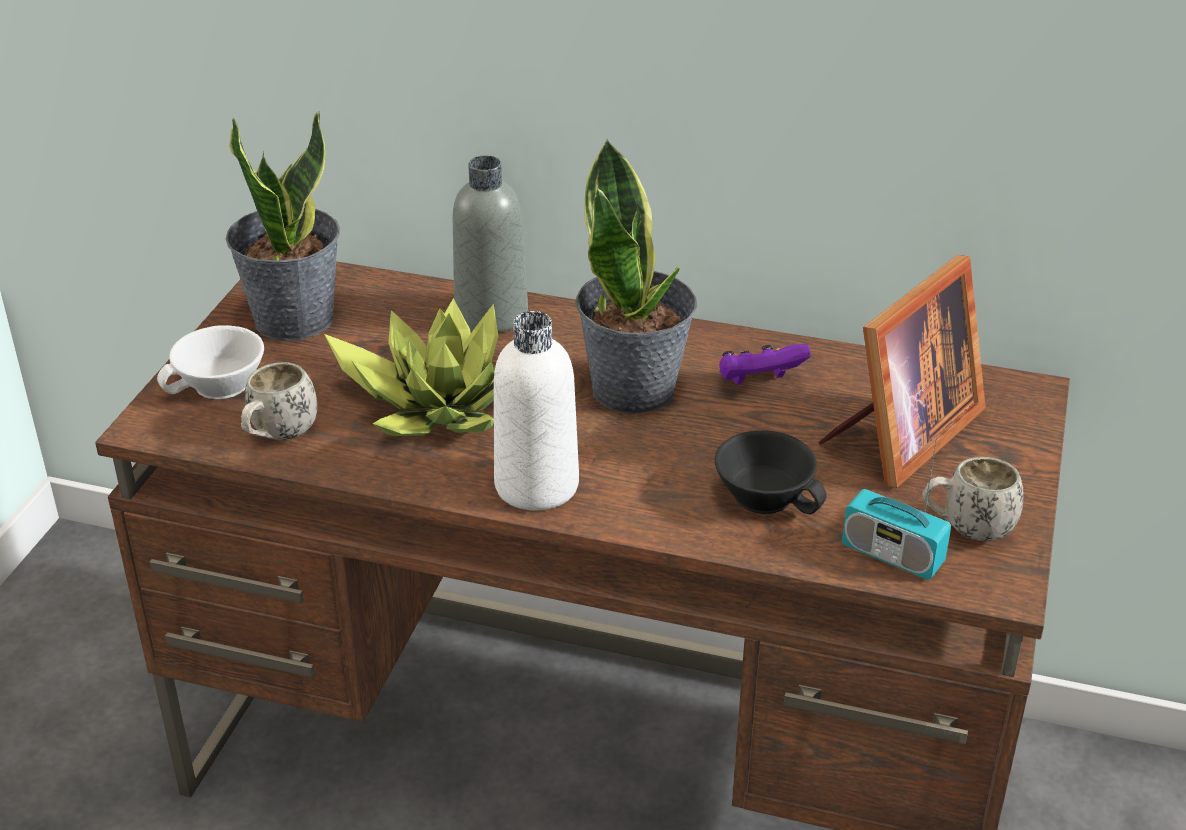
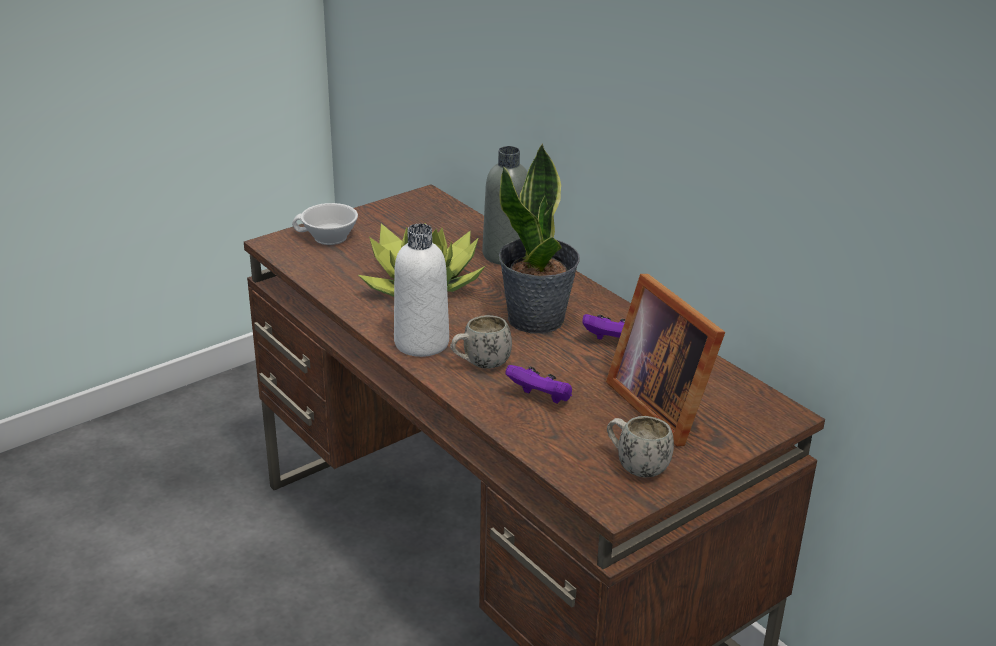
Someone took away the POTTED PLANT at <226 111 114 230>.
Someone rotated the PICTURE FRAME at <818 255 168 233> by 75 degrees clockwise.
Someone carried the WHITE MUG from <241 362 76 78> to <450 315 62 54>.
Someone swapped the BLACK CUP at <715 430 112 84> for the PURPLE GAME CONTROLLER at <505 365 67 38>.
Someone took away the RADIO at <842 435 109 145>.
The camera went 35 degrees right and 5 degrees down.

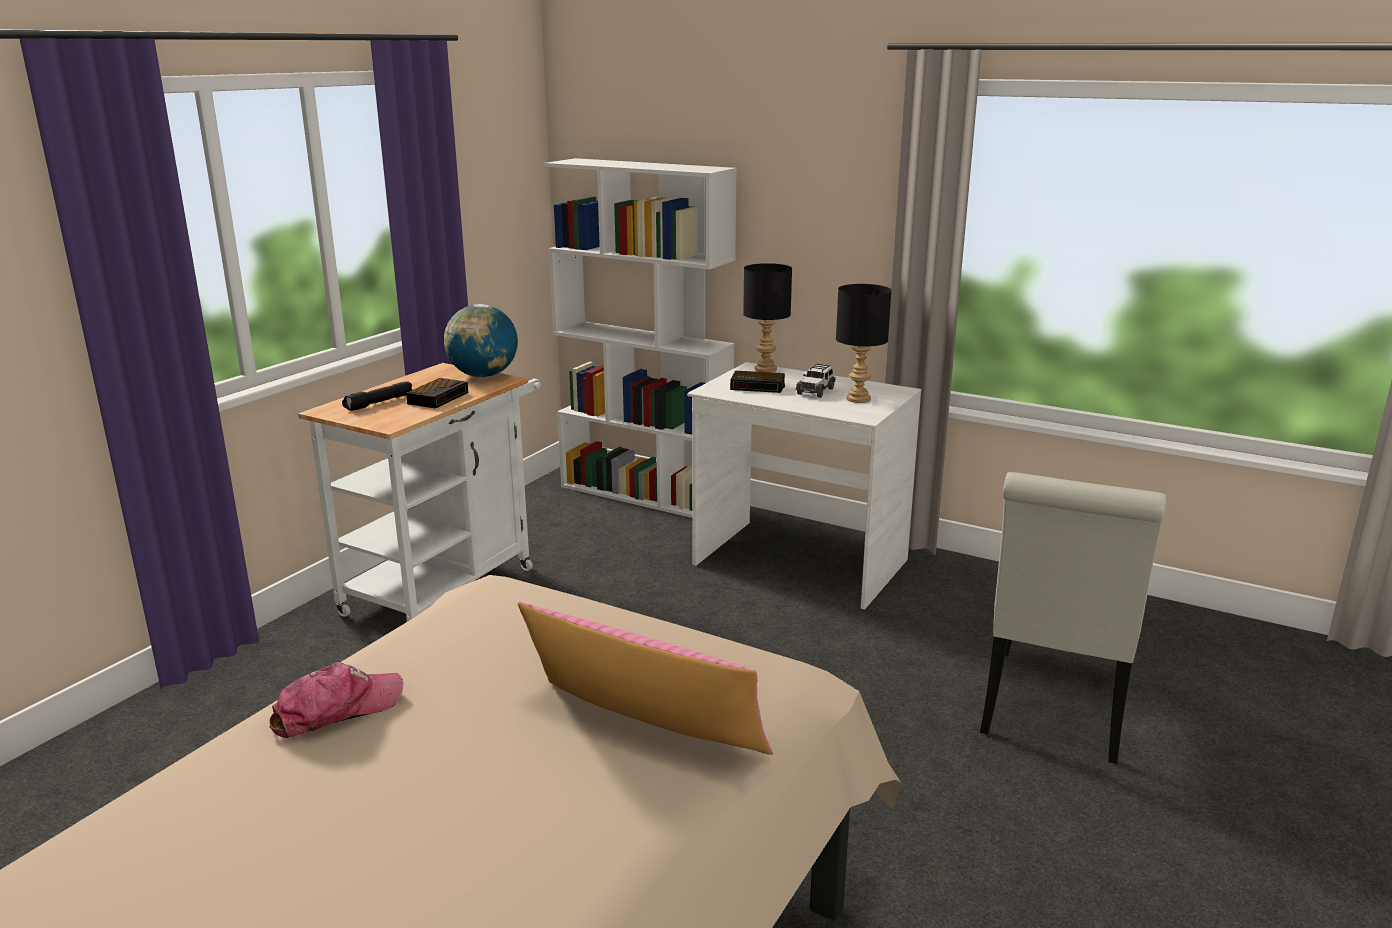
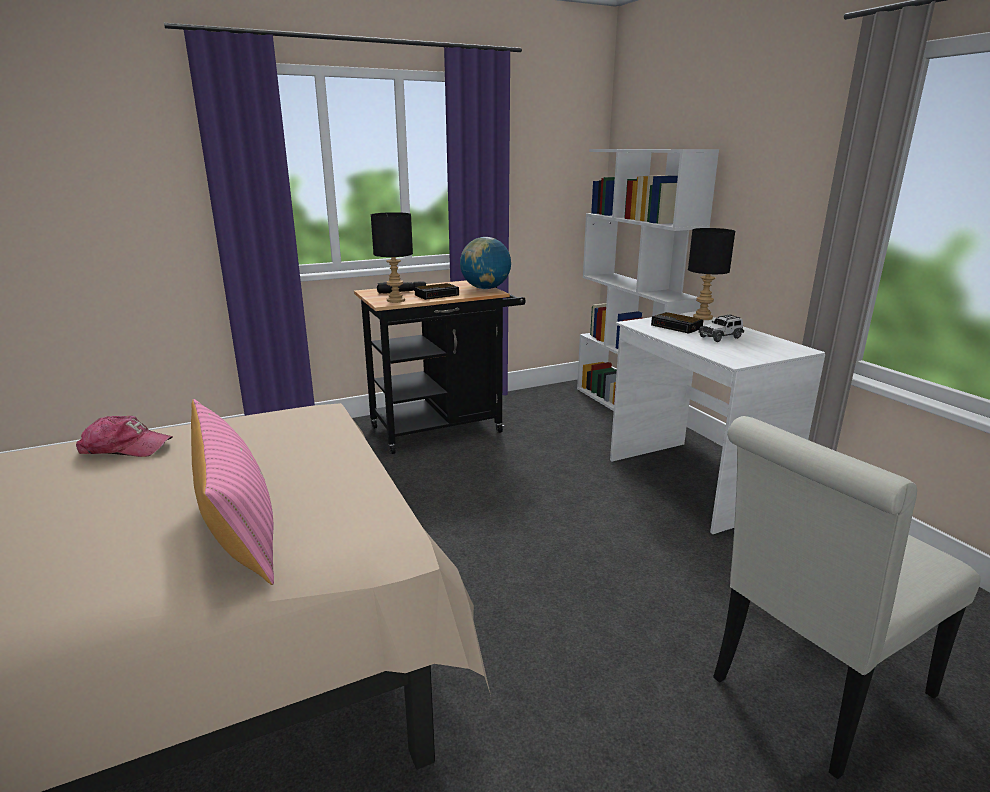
Someone carried the BLACK TABLE LAMP from <836 284 56 119> to <371 212 42 91>.
Someone repainted the WHITE CART at <298 363 243 259>, which became the BLACK CART at <354 280 172 174>.
The camera went 35 degrees right and 0 degrees up.

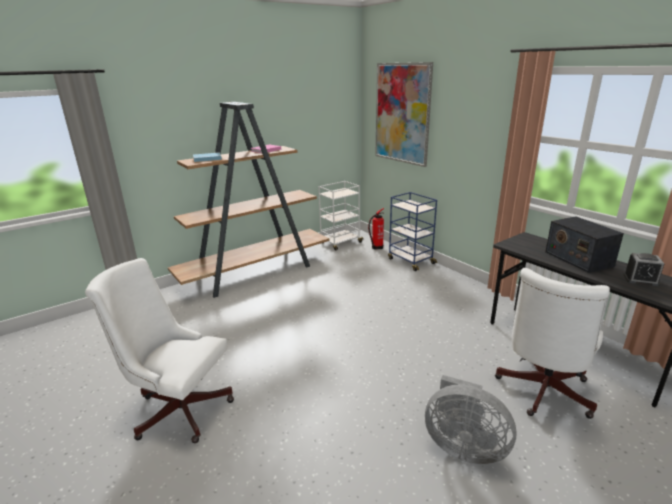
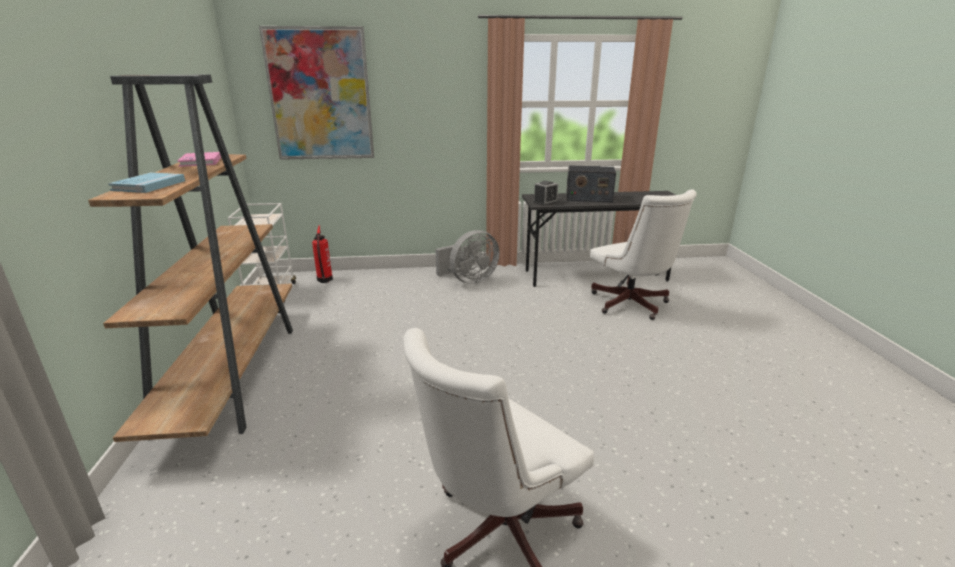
Someone took away the BLUE CART at <388 192 49 79>.
Someone carried the ALARM CLOCK from <623 253 41 33> to <533 181 25 25>.
Someone carried the GREY FAN from <425 375 92 90> to <435 230 65 54>.
The camera went 60 degrees left and 0 degrees up.

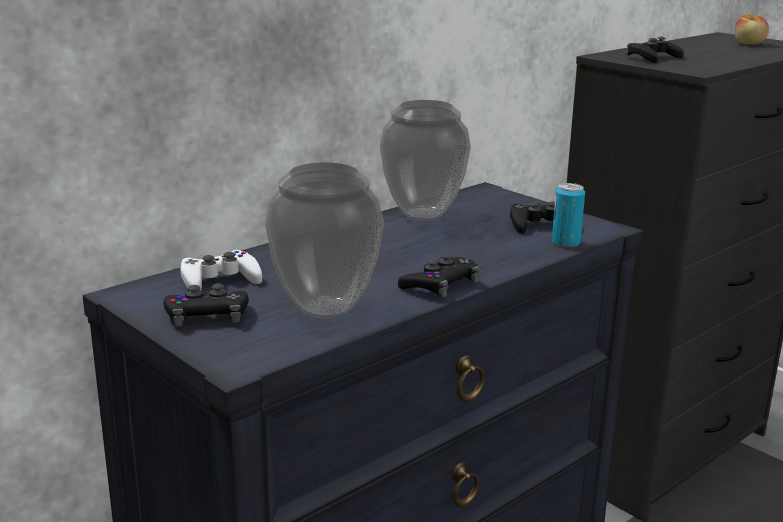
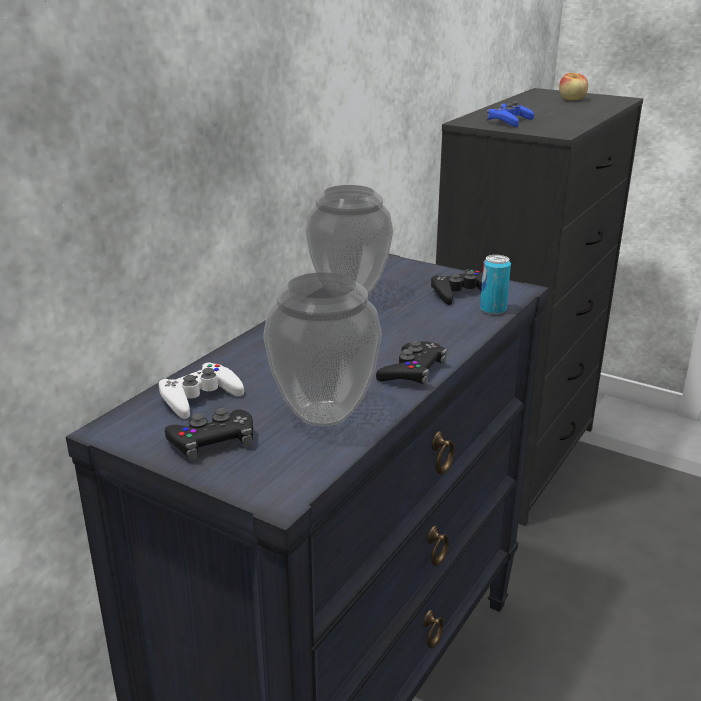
Someone repainted the BLACK GAME CONTROLLER at <627 37 57 26>, which became the BLUE GAME CONTROLLER at <487 101 47 26>.
The camera went 15 degrees left and 5 degrees up.

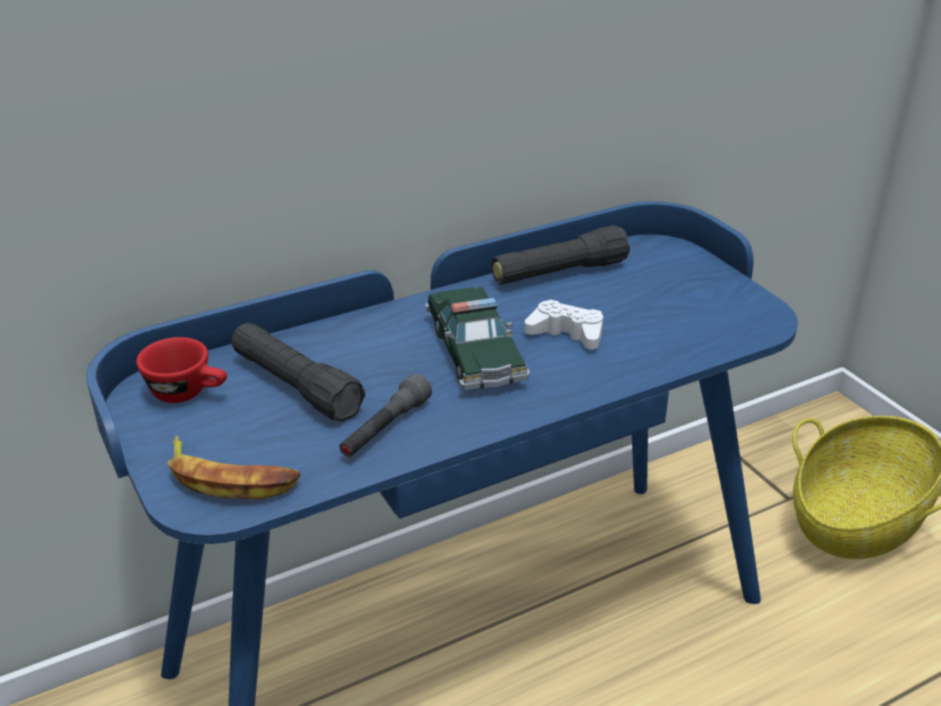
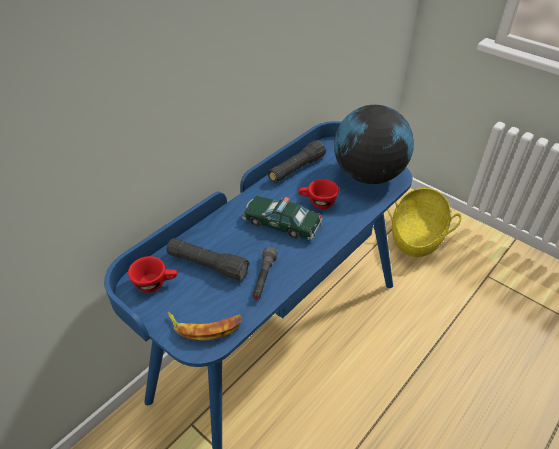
Someone rotated the TOY CAR at <425 287 105 103> by 150 degrees clockwise.
Someone swapped the WHITE GAME CONTROLLER at <524 299 79 50> for the RED CUP at <298 179 41 30>.
Someone put down the GLOBE at <334 105 80 79>.
The camera went 20 degrees left and 10 degrees up.

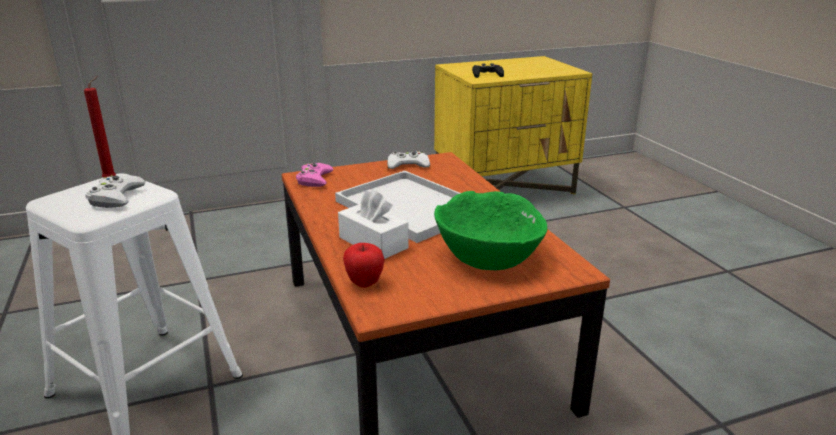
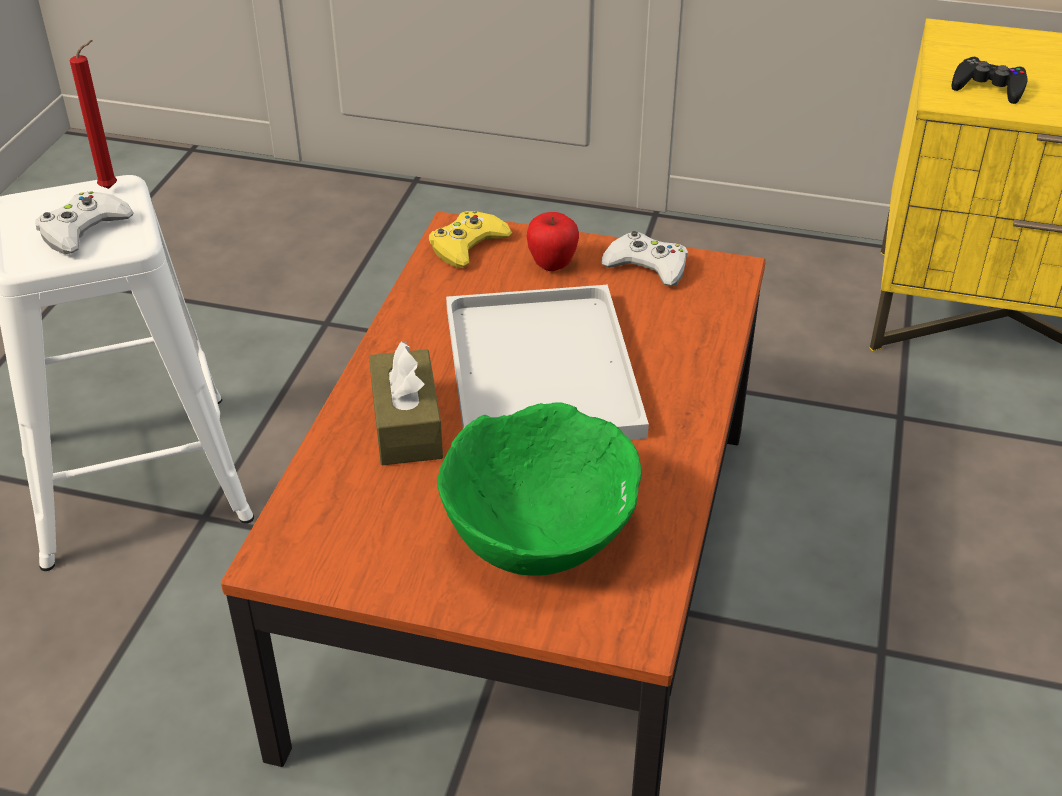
Someone repainted the PINK GAME CONTROLLER at <296 163 37 24>, which became the YELLOW GAME CONTROLLER at <429 211 83 57>.
Someone repainted the WHITE TISSUE BOX at <338 190 71 69>, which became the BROWN TISSUE BOX at <369 341 74 124>.
Someone carried the APPLE from <343 243 42 45> to <526 212 53 59>.
The camera went 35 degrees right and 15 degrees up.

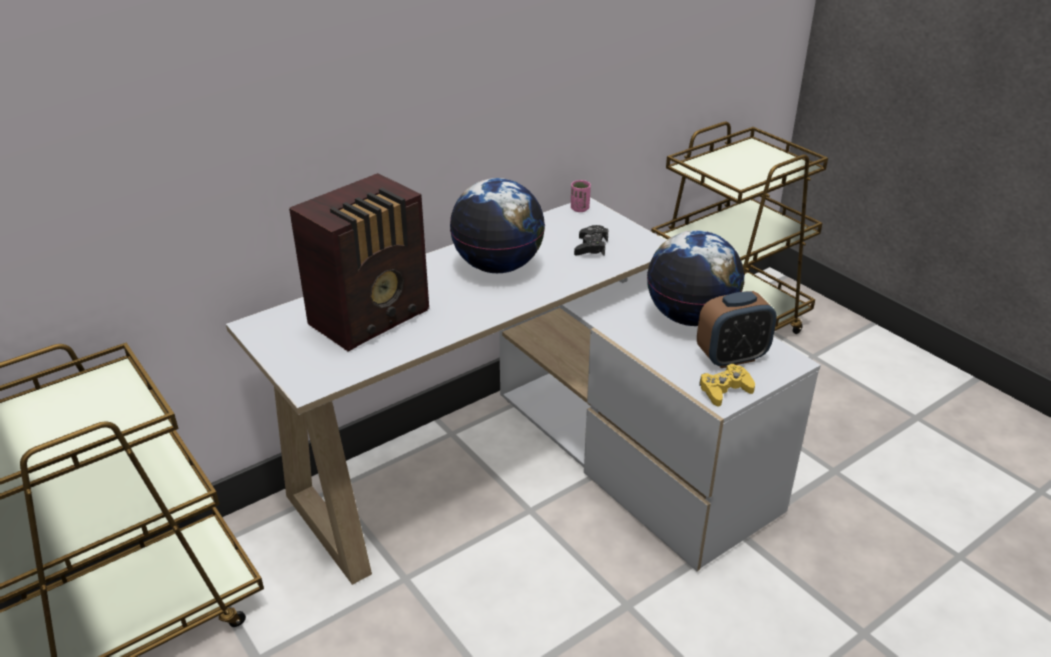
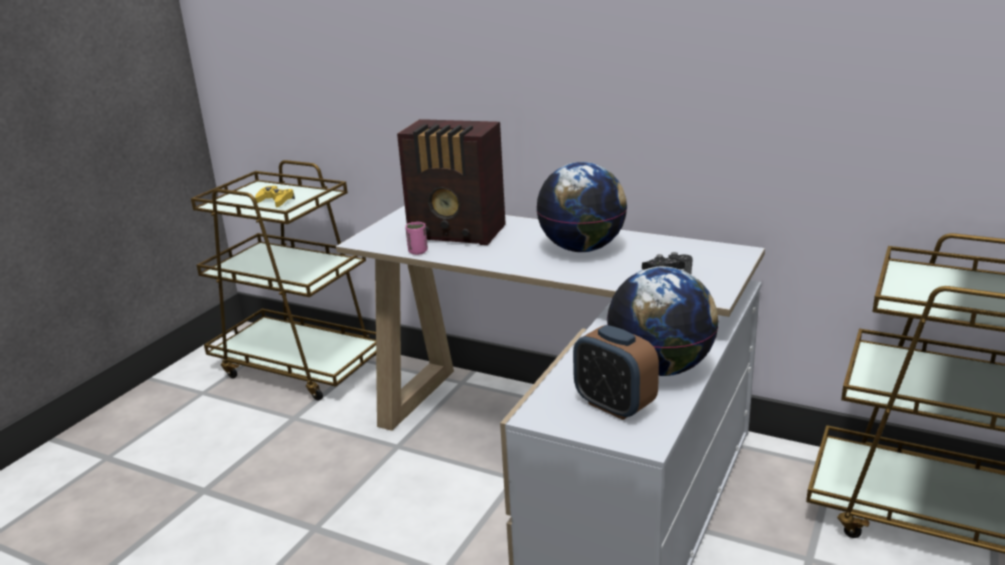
Someone carried the PINK CUP from <571 180 20 32> to <405 222 23 33>.
Someone carried the YELLOW GAME CONTROLLER from <699 364 56 43> to <255 186 40 21>.
The camera went 65 degrees right and 10 degrees down.

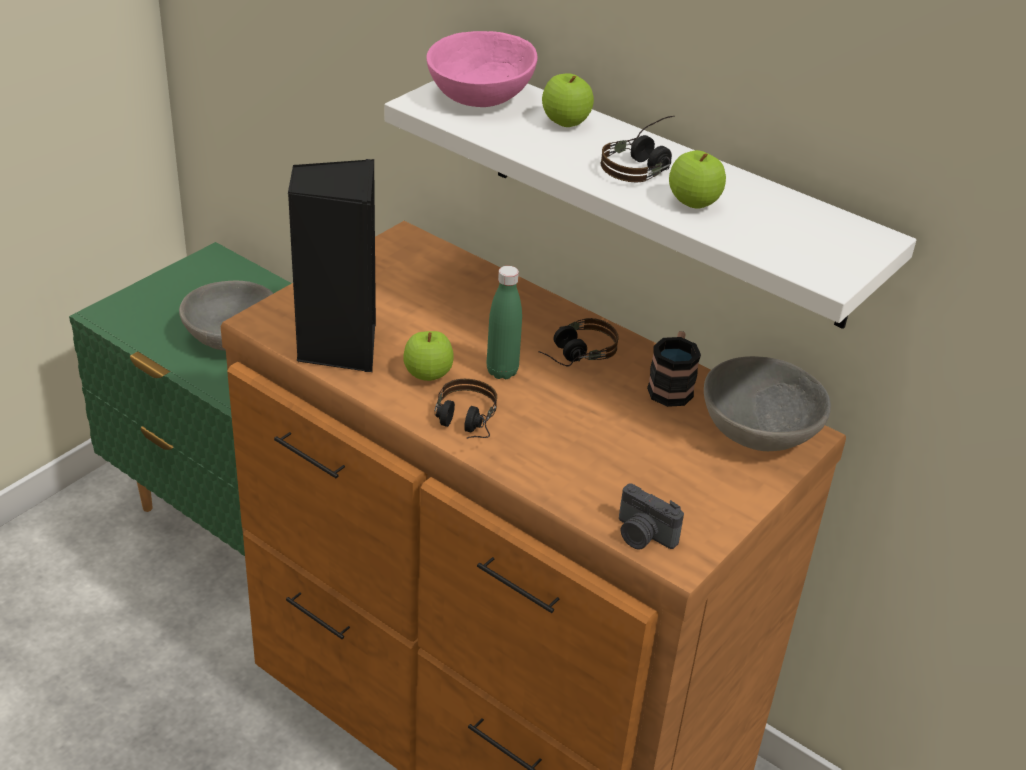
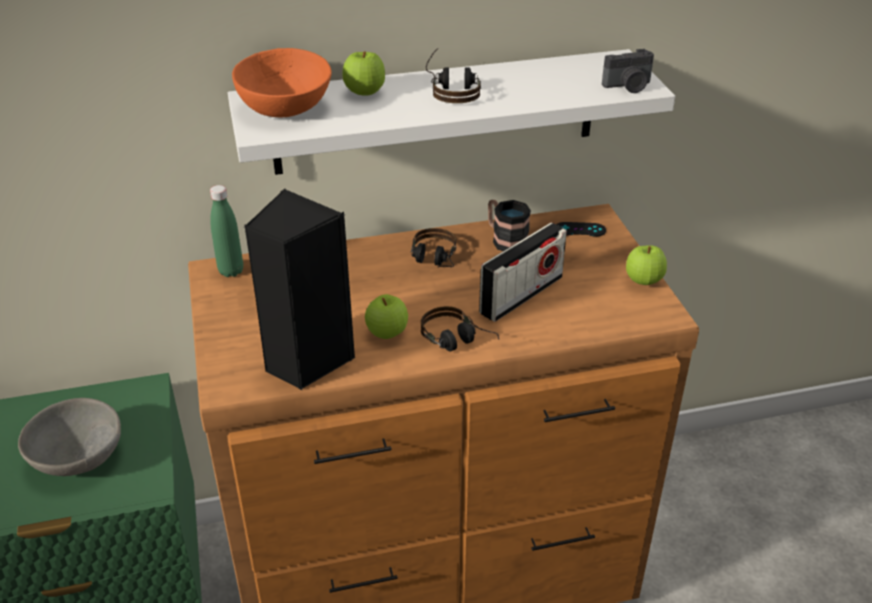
Someone repainted the PINK BOWL at <426 31 112 76>, which became the ORANGE BOWL at <232 48 100 69>.
Someone carried the APPLE from <669 150 57 59> to <626 246 41 39>.
Someone carried the GREEN BOTTLE from <487 266 35 113> to <210 185 33 92>.
Someone swapped the GREY BOWL at <704 356 127 95> for the BLACK GAME CONTROLLER at <556 222 50 15>.
Someone carried the PHOTO CAMERA from <619 484 65 66> to <602 49 52 44>.
Someone put down the RADIO at <479 223 88 99>.
The camera went 50 degrees left and 0 degrees up.

